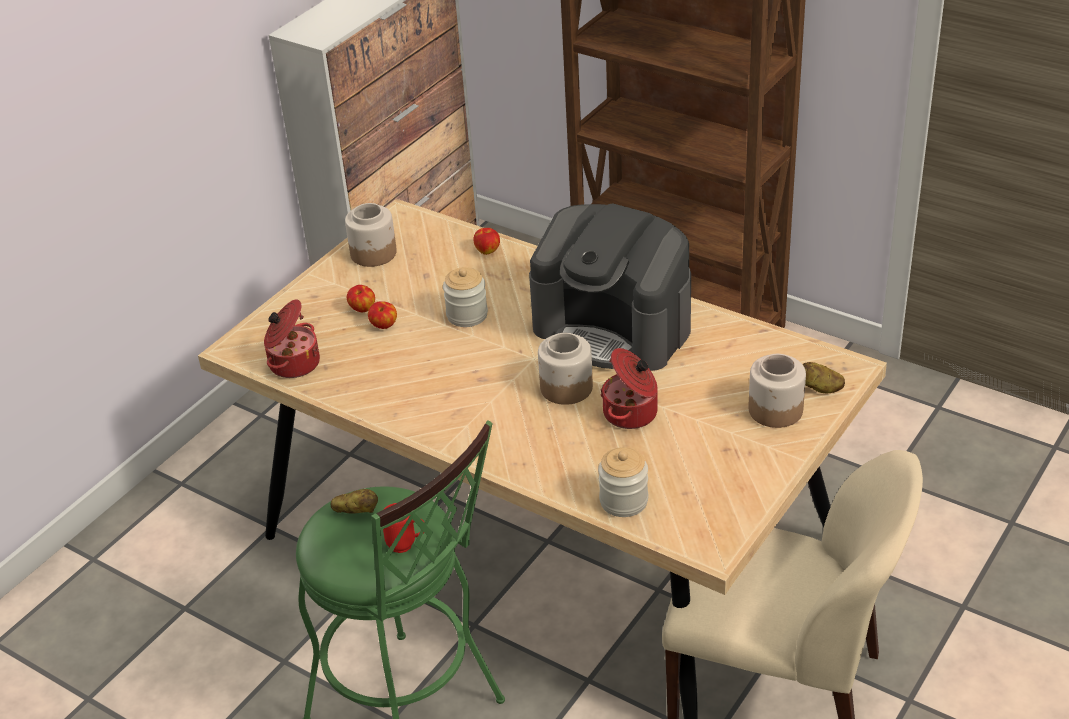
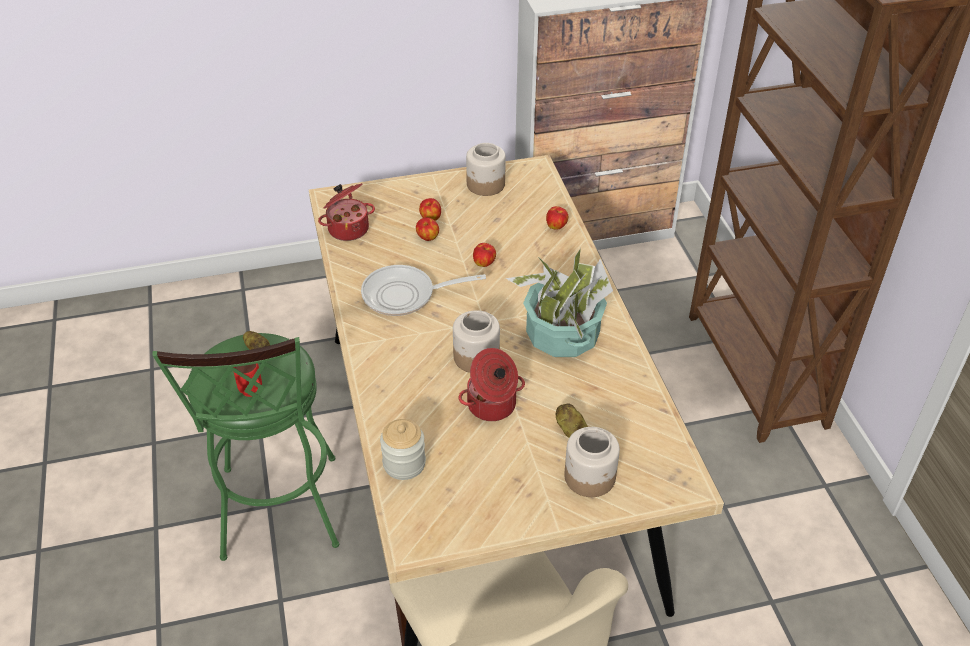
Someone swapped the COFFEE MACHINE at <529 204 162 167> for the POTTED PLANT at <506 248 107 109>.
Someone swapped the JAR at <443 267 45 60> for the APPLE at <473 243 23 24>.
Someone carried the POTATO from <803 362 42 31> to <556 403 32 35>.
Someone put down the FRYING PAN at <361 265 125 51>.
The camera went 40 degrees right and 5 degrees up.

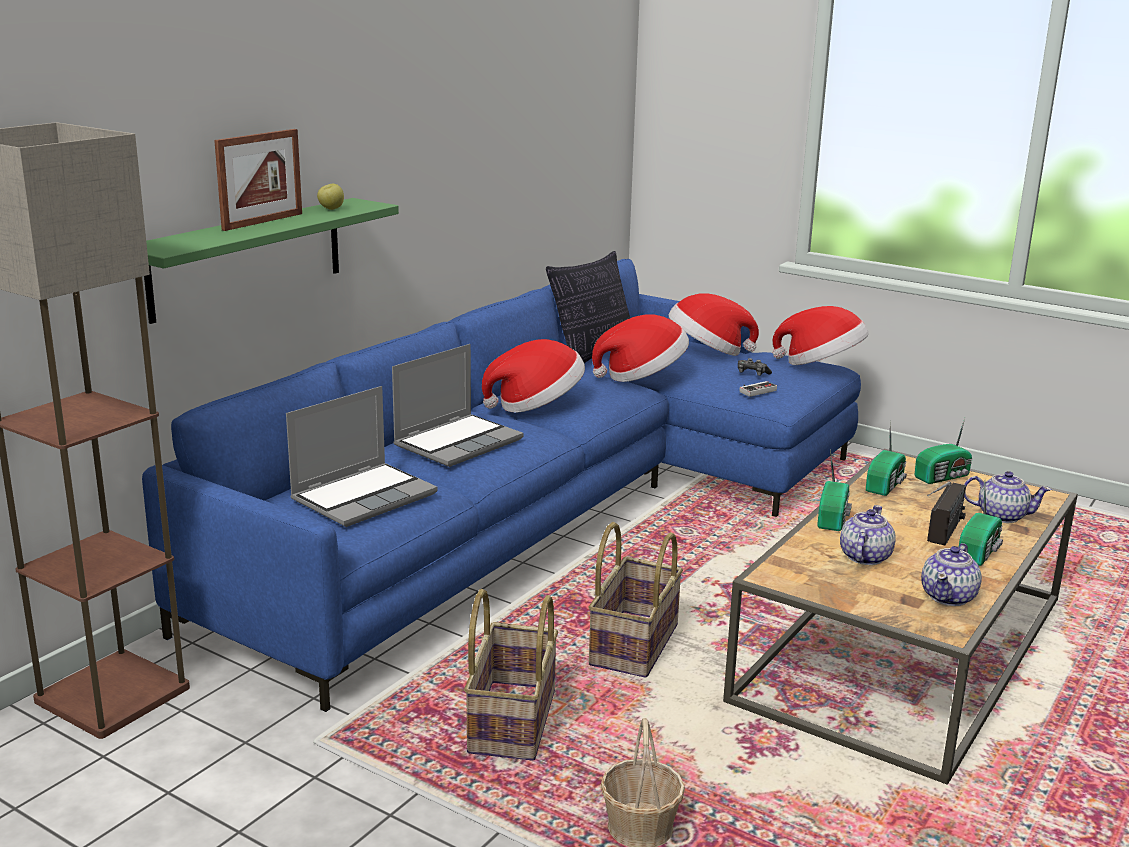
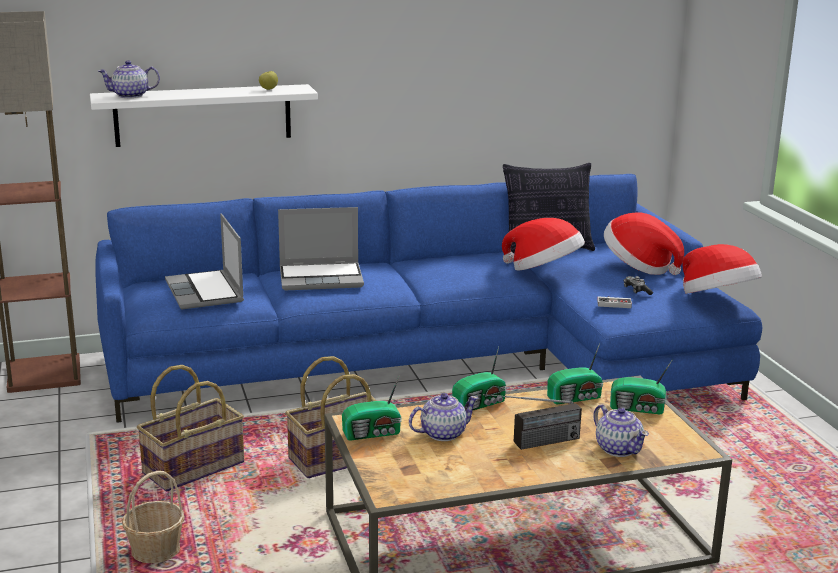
Someone took away the PICTURE FRAME at <214 129 88 102>.
Someone repainted the GREEN SHELF at <144 198 255 126>, which became the WHITE SHELF at <90 84 228 63>.
Someone took away the HAT at <482 339 103 74>.
Someone rotated the LAPTOP at <286 386 152 141> by 75 degrees clockwise.
Someone carried the RADIO from <959 483 44 83> to <342 375 60 66>.
Someone carried the TEAPOT from <921 543 61 63> to <98 60 62 38>.
The camera went 40 degrees right and 0 degrees up.

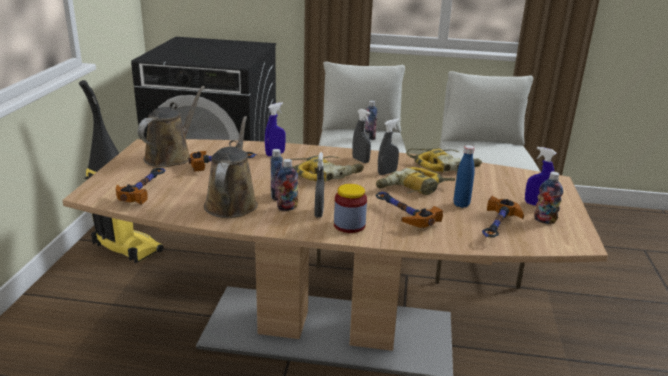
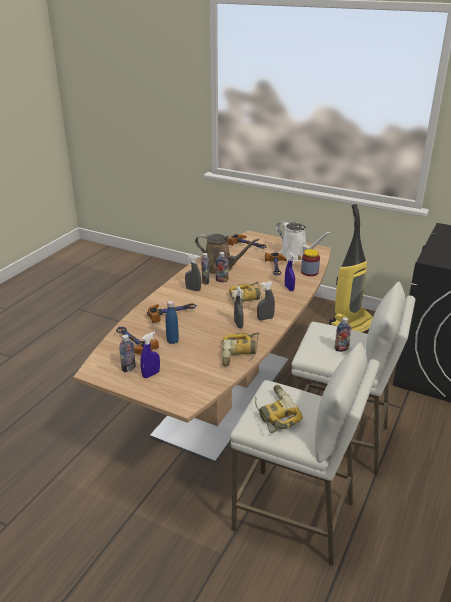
Someone repainted the BROWN WATERING CAN at <138 86 67 81>, which became the WHITE WATERING CAN at <276 221 55 40>.
Someone carried the POWER DRILL from <376 167 79 28> to <255 385 48 48>.
Someone carried the JAR from <334 184 33 49> to <301 249 19 27>.
The camera went 110 degrees right and 5 degrees up.

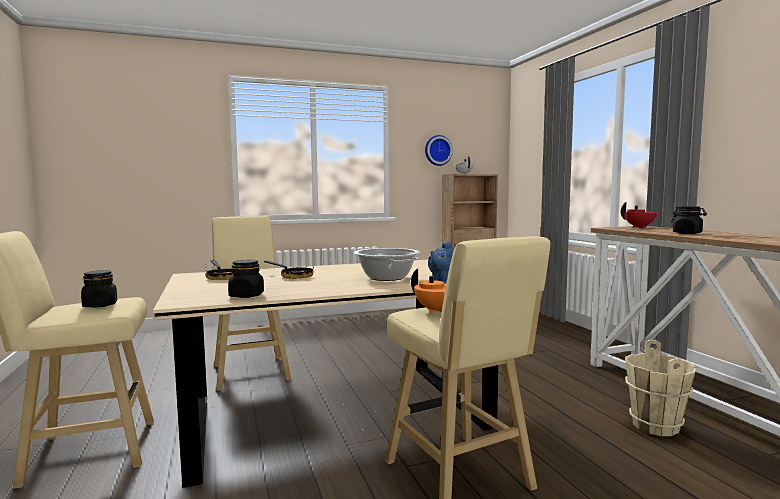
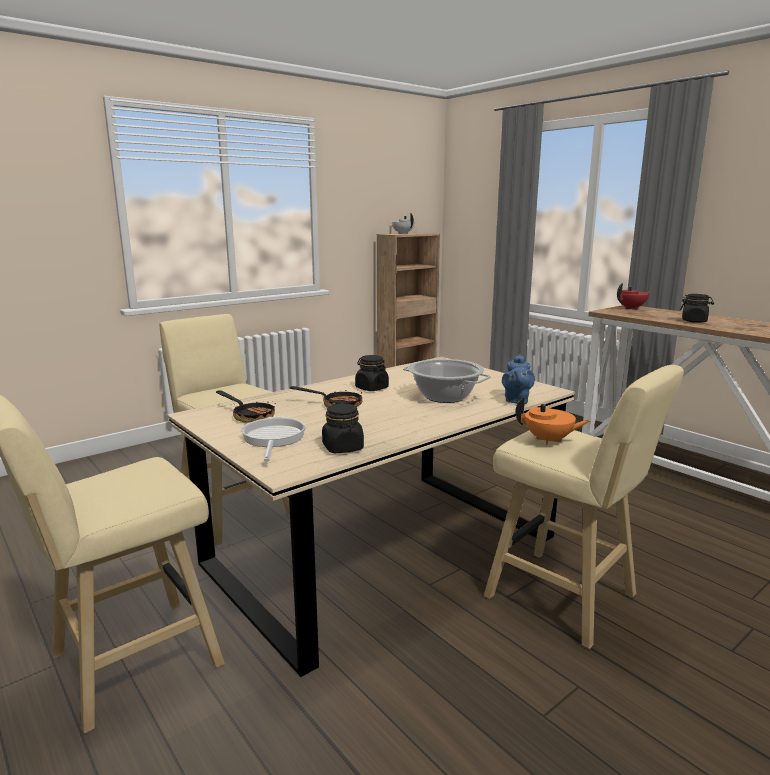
Someone took away the WALL CLOCK at <425 135 28 31>.
Someone carried the BLACK JAR from <81 270 36 38> to <355 355 34 36>.
Someone took away the BEIGE BUCKET at <625 340 71 96>.
Someone put down the FRYING PAN at <240 416 67 46>.
The camera went 20 degrees left and 10 degrees up.

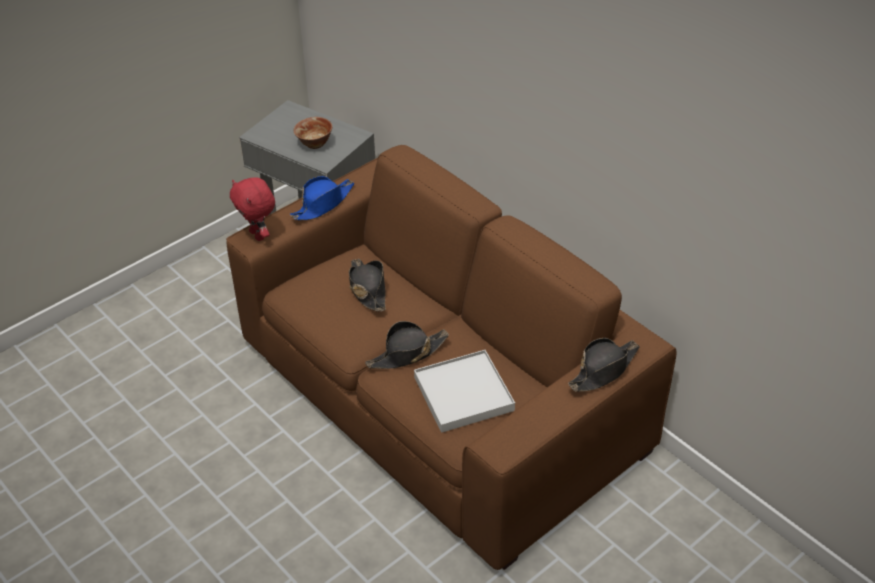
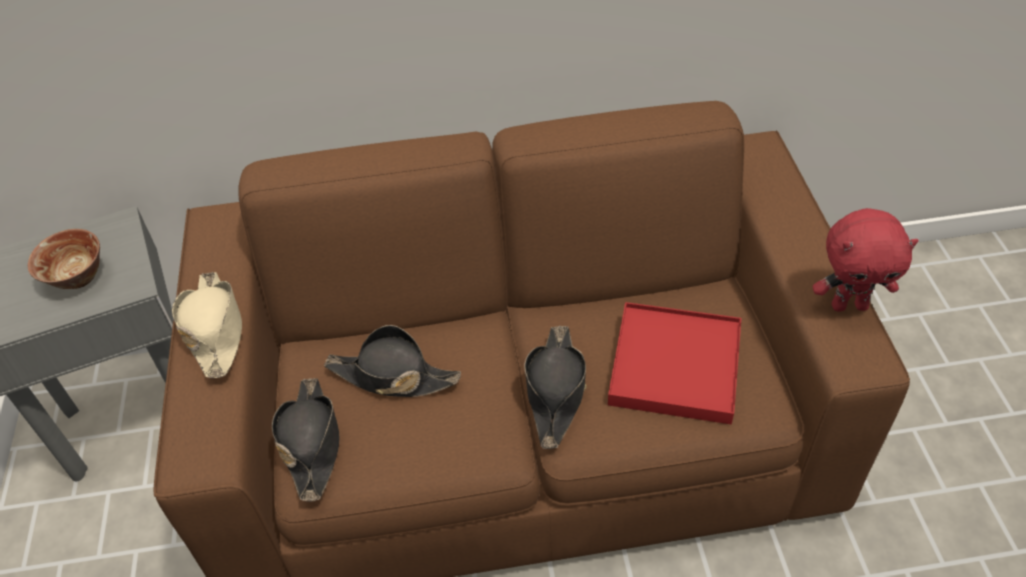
Someone repainted the BLUE HAT at <290 176 64 44>, which became the BEIGE HAT at <172 272 70 106>.
Someone carried the RED PLUSH TOY from <230 177 45 64> to <813 208 106 104>.
Someone carried the BLACK HAT from <568 338 72 54> to <272 378 68 123>.
Someone repainted the WHITE TRAY at <414 350 101 83>, which became the RED TRAY at <608 302 133 122>.
The camera went 55 degrees left and 5 degrees up.

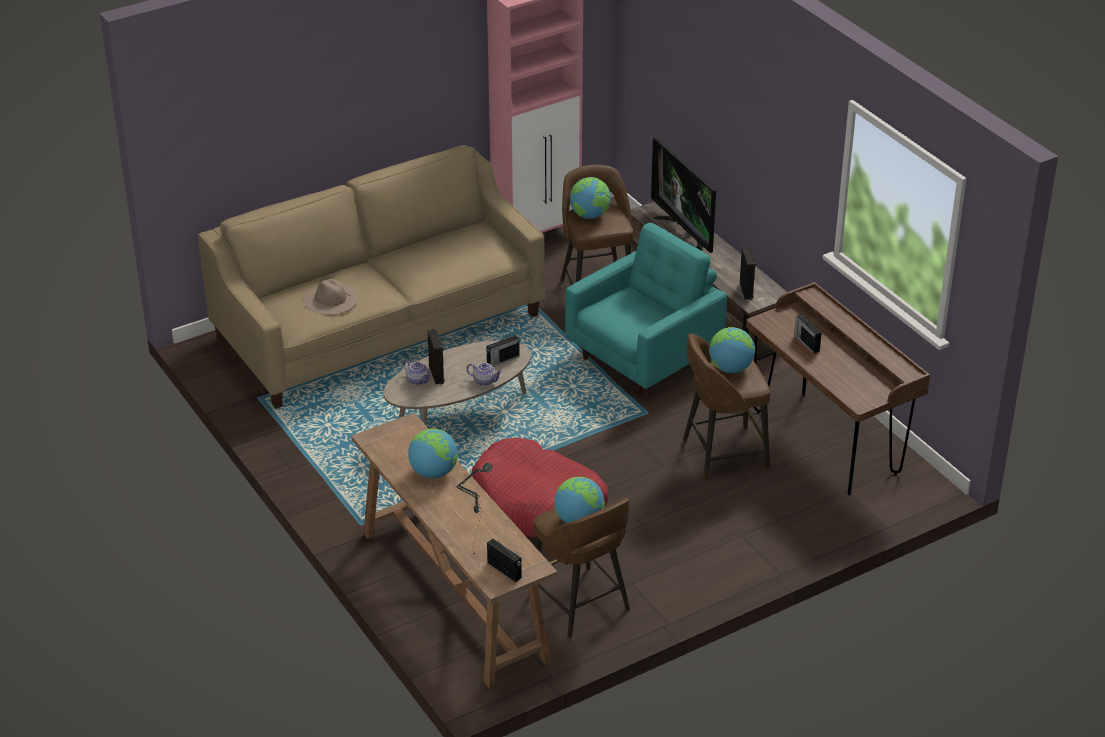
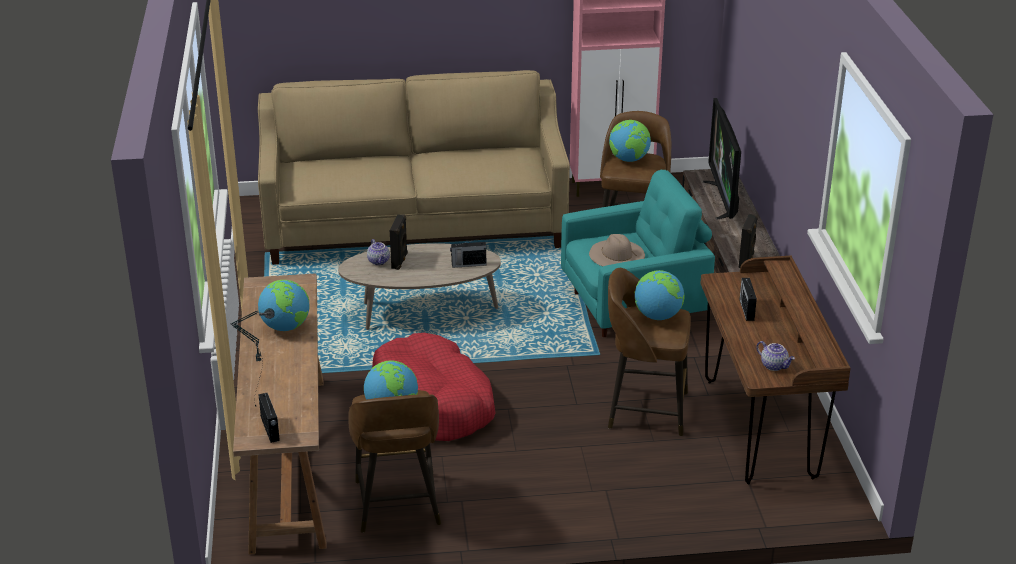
Someone carried the BEIGE HAT from <304 279 54 36> to <589 234 56 32>.
Someone carried the TEAPOT from <467 363 35 23> to <756 341 39 30>.
The camera went 25 degrees right and 5 degrees down.

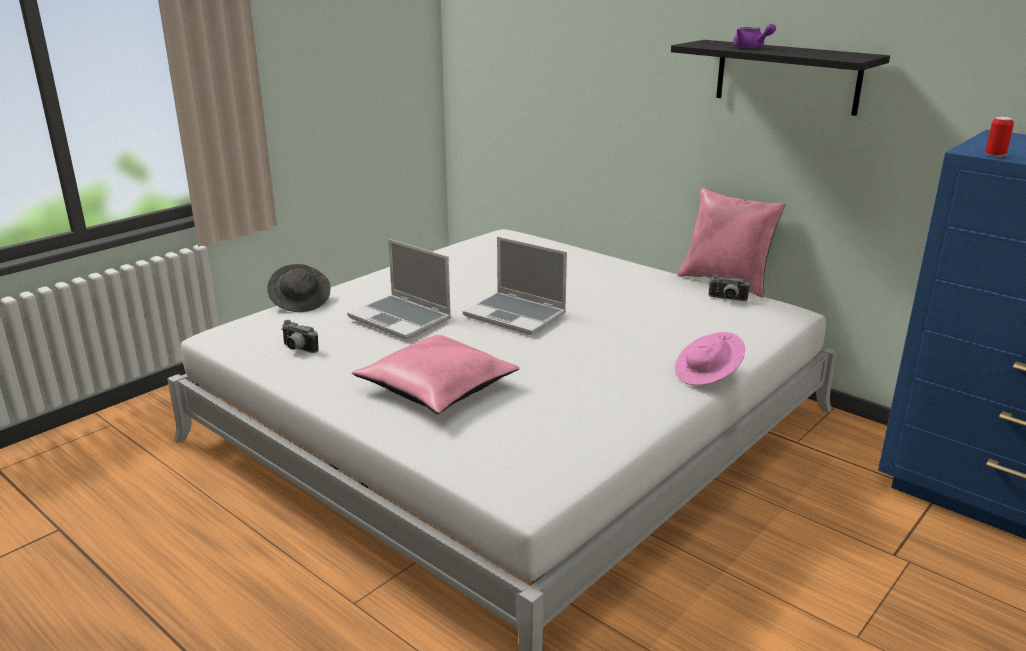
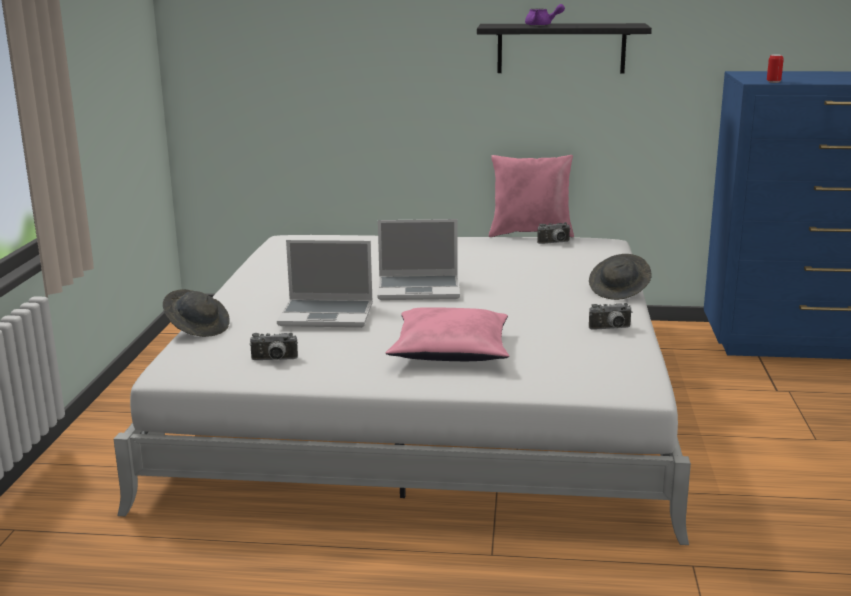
Someone repainted the PINK HAT at <675 332 70 54>, which became the GREY HAT at <589 254 63 46>.
Someone put down the PHOTO CAMERA at <589 303 43 27>.
The camera went 35 degrees left and 5 degrees down.

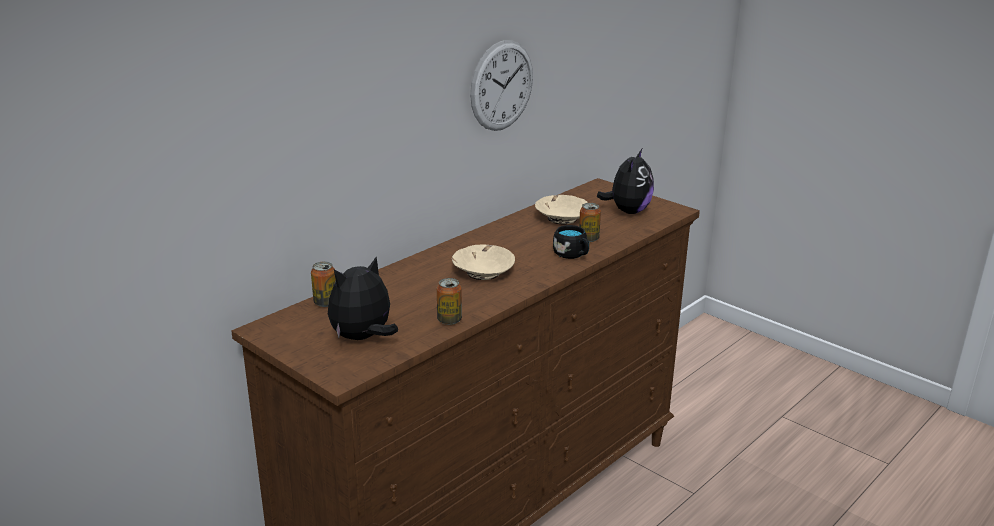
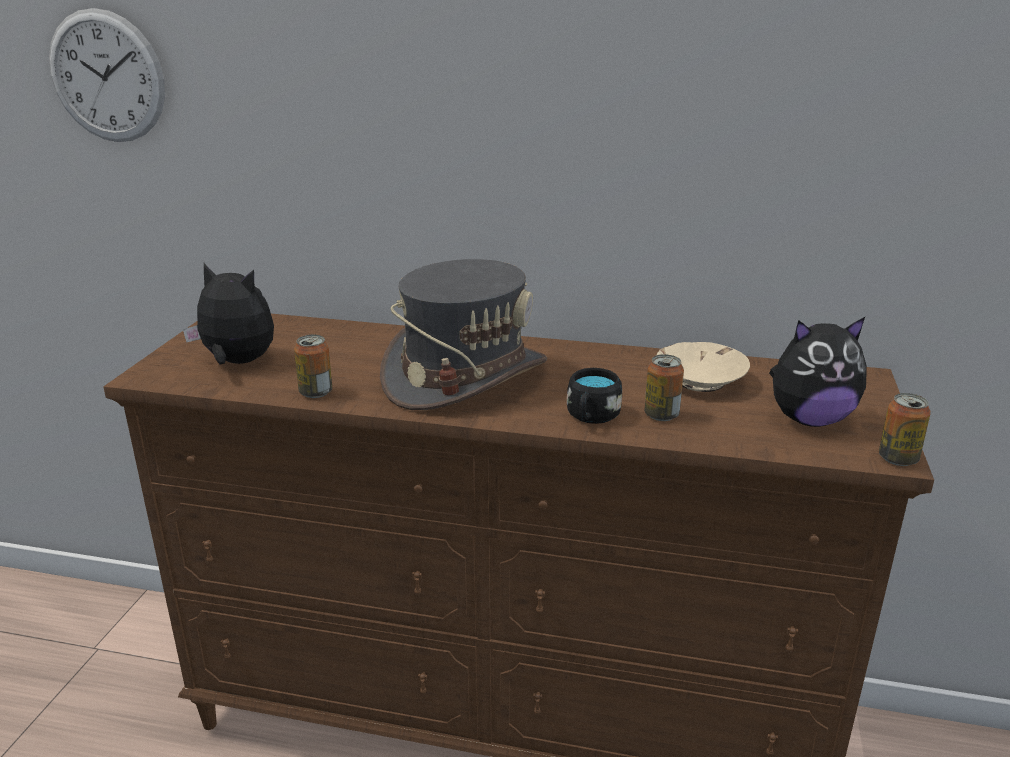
Someone carried the WALL CLOCK from <470 40 63 91> to <49 8 116 134>.
Someone swapped the BEIGE BOWL at <452 245 63 35> for the GREY HAT at <380 259 167 151>.
Someone carried the CAN from <311 261 25 46> to <879 393 52 73>.
The camera went 60 degrees right and 0 degrees up.

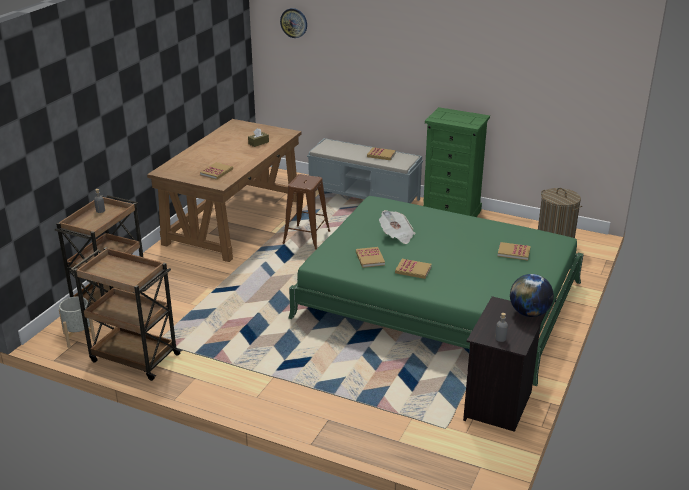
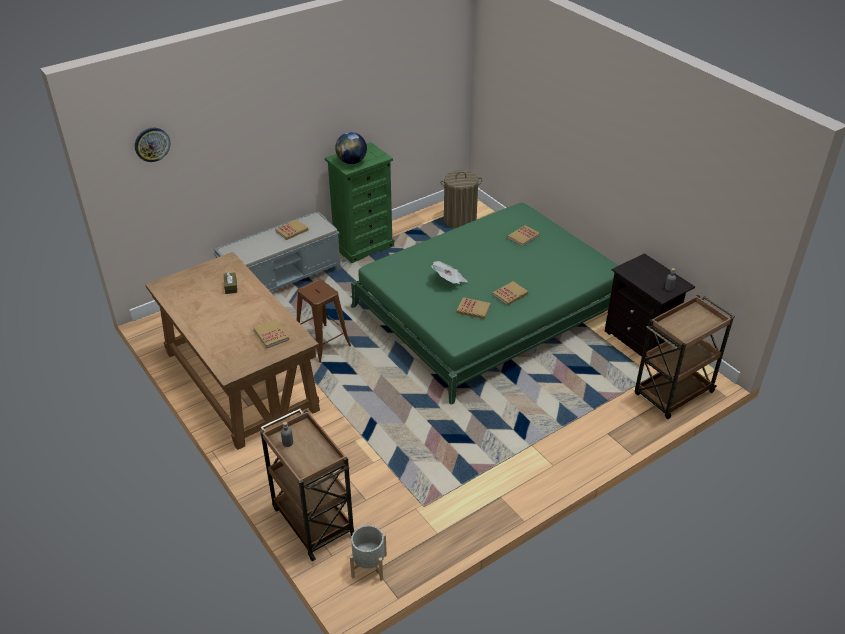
Someone carried the BROWN CART from <71 247 111 134> to <635 295 100 124>.
Someone carried the GLOBE from <510 274 44 43> to <335 132 32 32>.
The camera went 60 degrees left and 10 degrees up.

